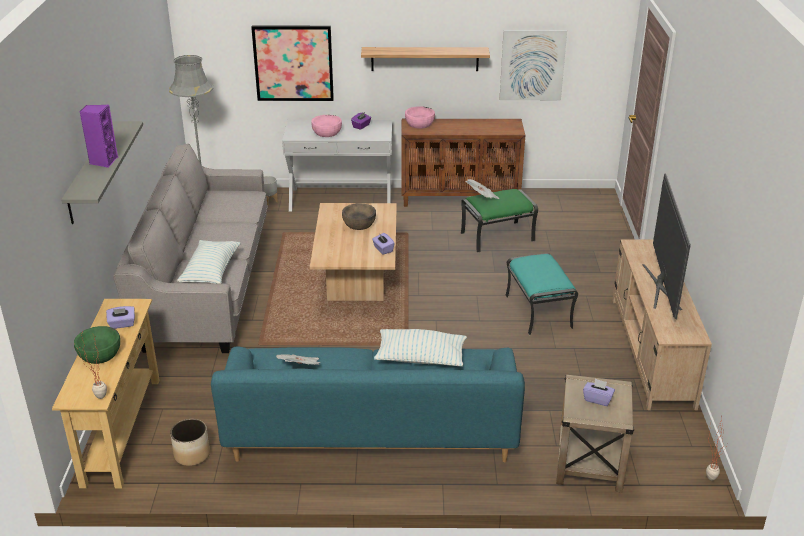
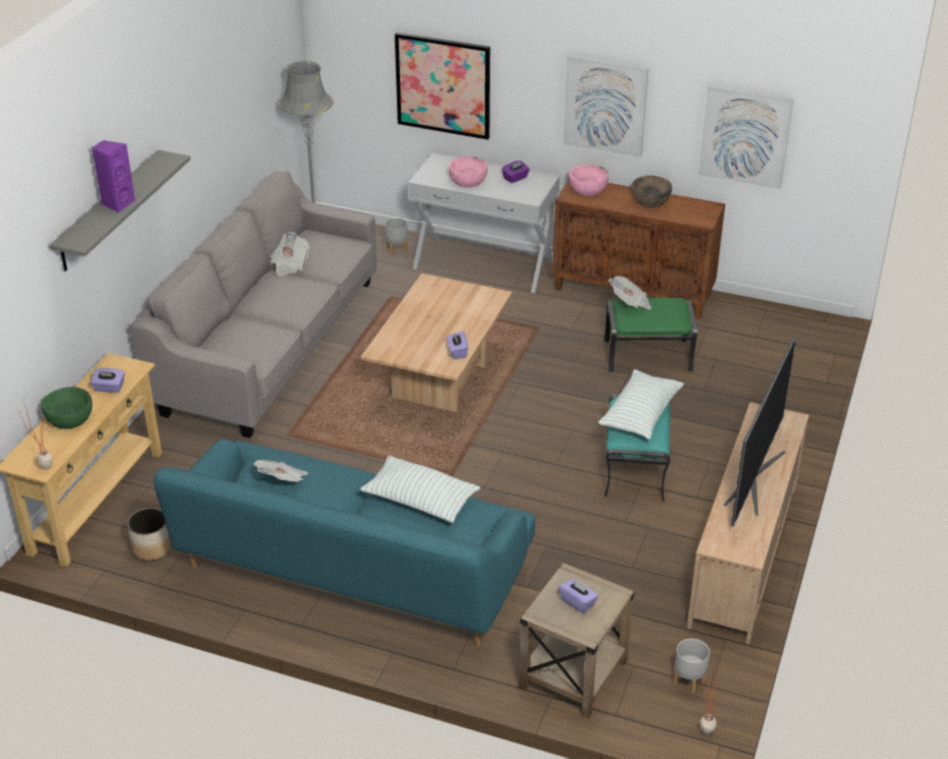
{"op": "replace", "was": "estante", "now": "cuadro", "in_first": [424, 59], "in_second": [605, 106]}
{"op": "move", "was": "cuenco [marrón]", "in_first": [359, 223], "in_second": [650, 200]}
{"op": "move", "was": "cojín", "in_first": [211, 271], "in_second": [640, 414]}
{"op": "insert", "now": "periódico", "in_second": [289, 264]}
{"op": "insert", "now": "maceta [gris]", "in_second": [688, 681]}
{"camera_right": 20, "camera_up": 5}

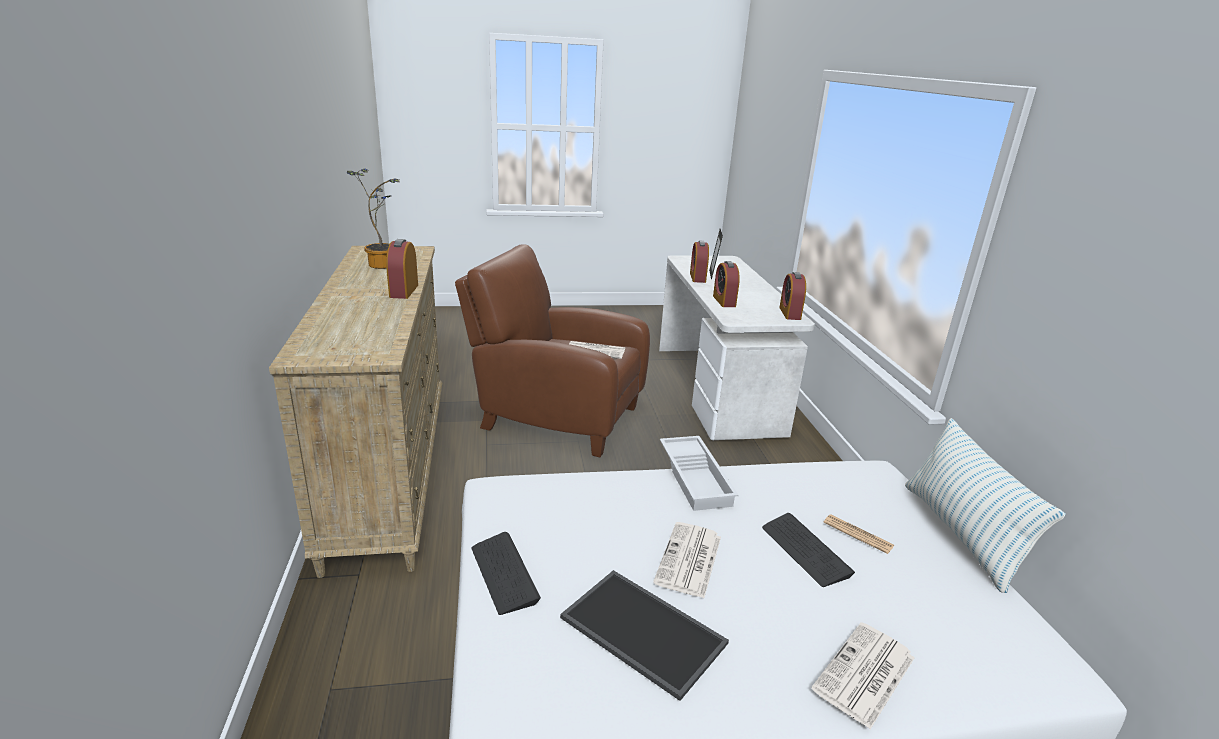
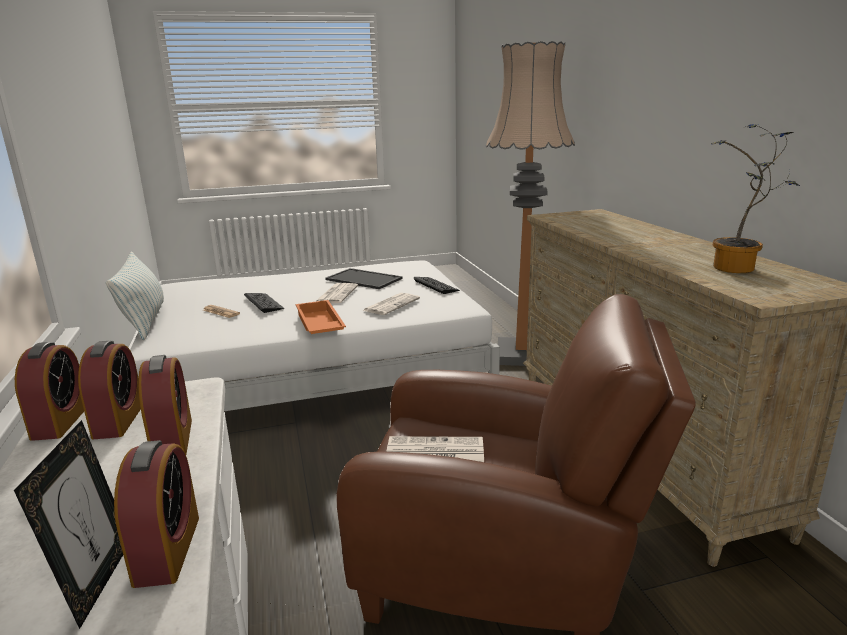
{"op": "move", "was": "despertador", "in_first": [404, 291], "in_second": [119, 420]}
{"op": "recolor", "was": "bandeja [blanco]", "now": "bandeja [naranja]", "in_first": [697, 478], "in_second": [318, 325]}
{"op": "move", "was": "periódico", "in_first": [864, 675], "in_second": [391, 304]}
{"op": "insert", "now": "lámpara de pie", "in_second": [522, 355]}
{"camera_right": 175, "camera_up": -5}

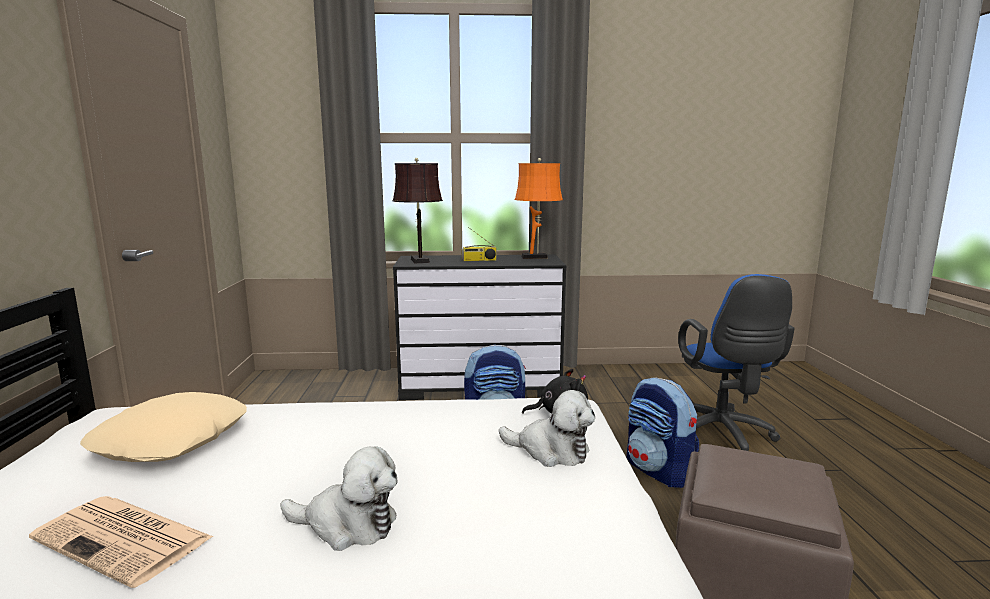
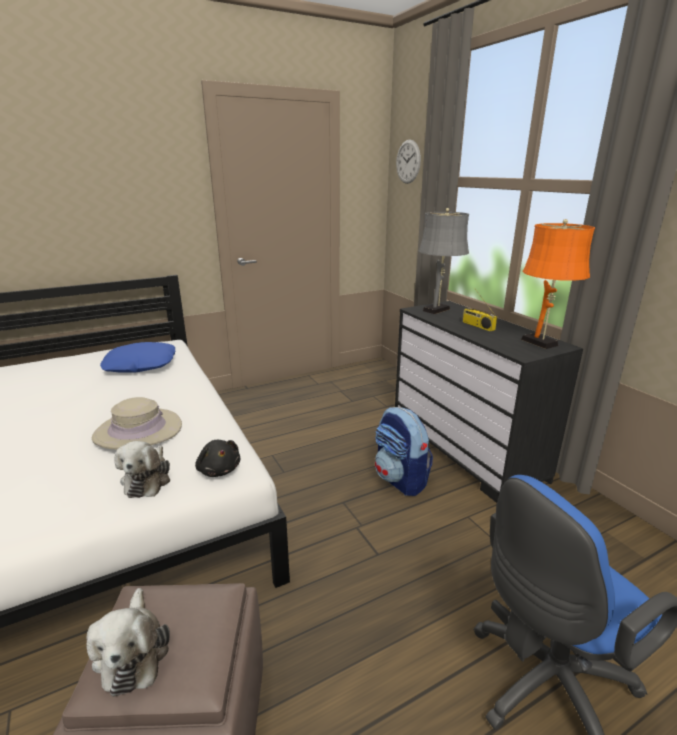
{"op": "recolor", "was": "lámpara de mesa [marrón]", "now": "lámpara de mesa [gris]", "in_first": [419, 260], "in_second": [438, 309]}
{"op": "delete", "was": "mochila", "in_first": [659, 471]}
{"op": "recolor", "was": "cojín [beis]", "now": "cojín [azul]", "in_first": [172, 440], "in_second": [140, 365]}
{"op": "move", "was": "peluche", "in_first": [347, 525], "in_second": [133, 652]}
{"op": "delete", "was": "periódico", "in_first": [125, 539]}
{"op": "insert", "now": "reloj de pared", "in_second": [408, 162]}
{"op": "insert", "now": "sombrero [beis]", "in_second": [138, 431]}
{"camera_right": 65, "camera_up": 10}

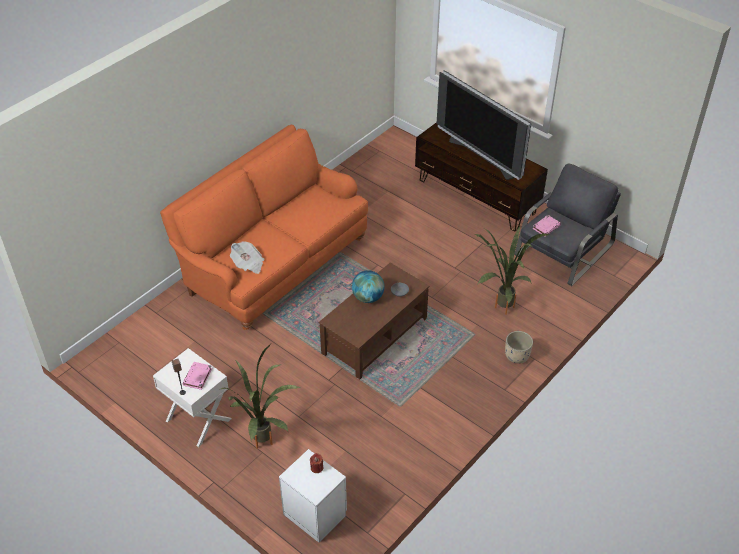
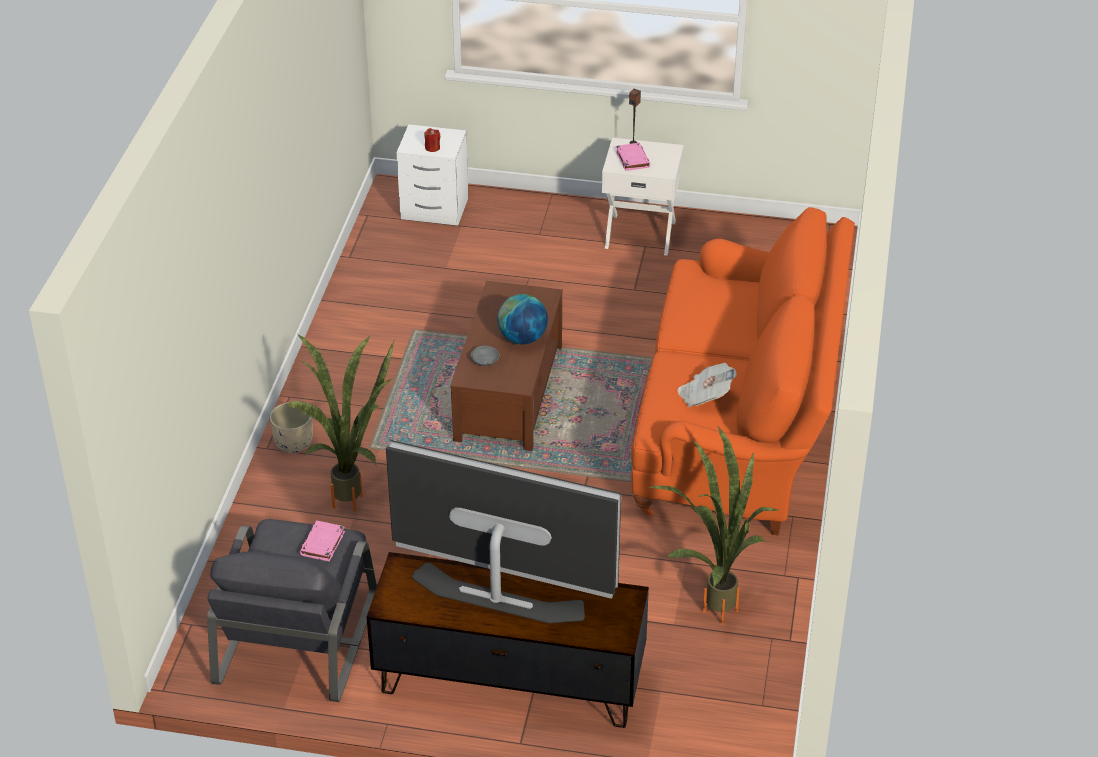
{"op": "move", "was": "periódico", "in_first": [248, 264], "in_second": [705, 396]}
{"op": "move", "was": "planta en maceta", "in_first": [262, 446], "in_second": [714, 604]}
{"camera_right": 150, "camera_up": -5}

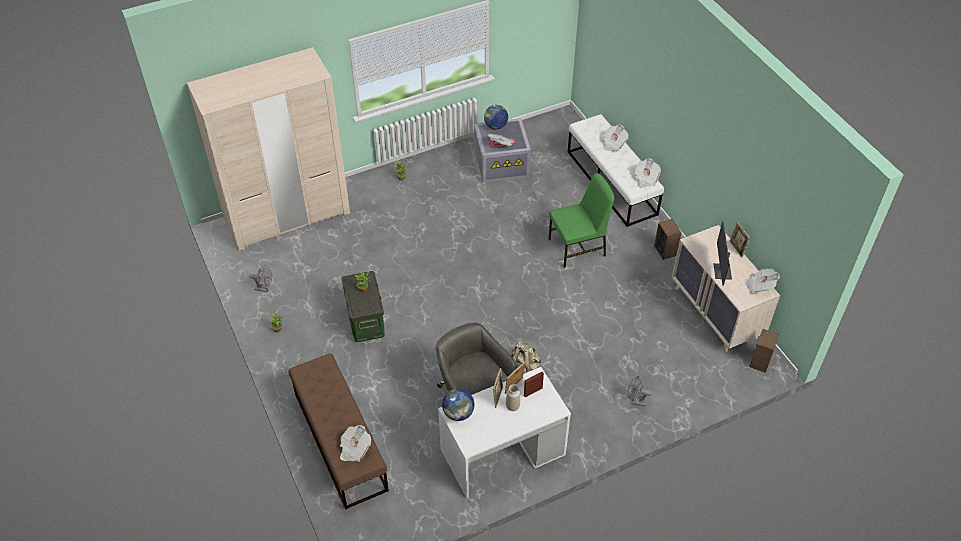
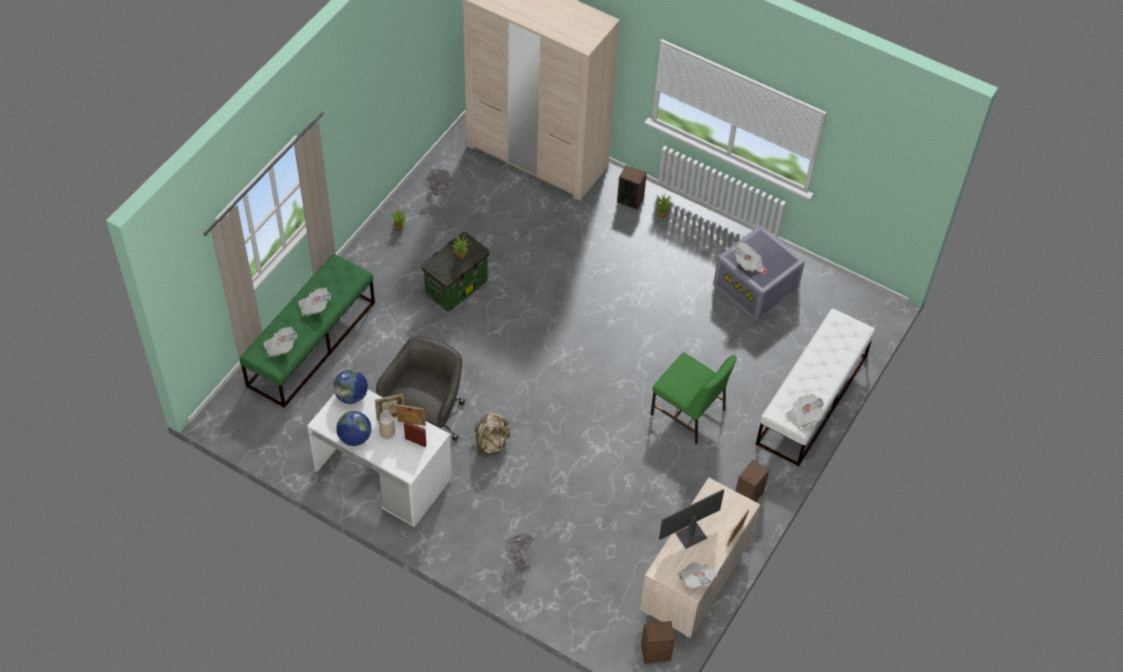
{"op": "move", "was": "globo terráqueo", "in_first": [495, 126], "in_second": [355, 437]}
{"op": "move", "was": "periódico", "in_first": [613, 144], "in_second": [314, 307]}
{"op": "recolor", "was": "banco [marrón]", "now": "banco [verde]", "in_first": [340, 440], "in_second": [312, 343]}
{"op": "insert", "now": "altavoz", "in_second": [630, 200]}
{"camera_right": 55, "camera_up": 5}

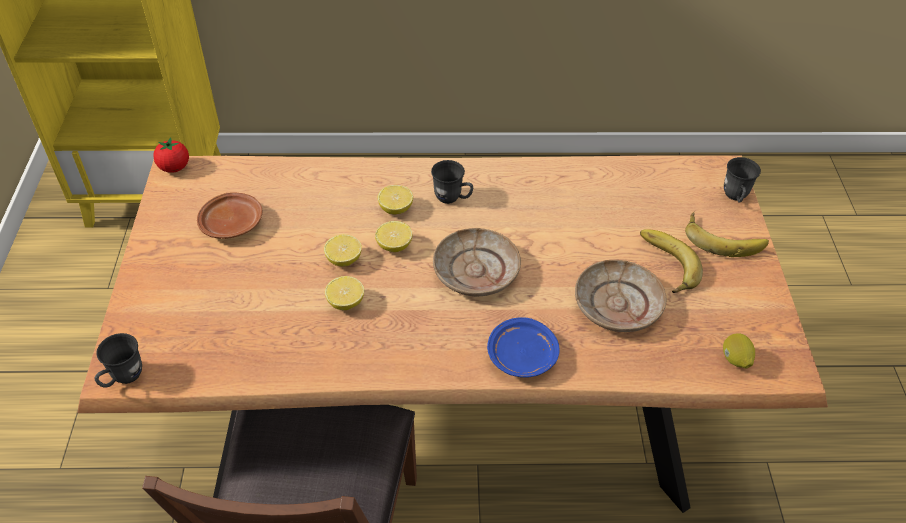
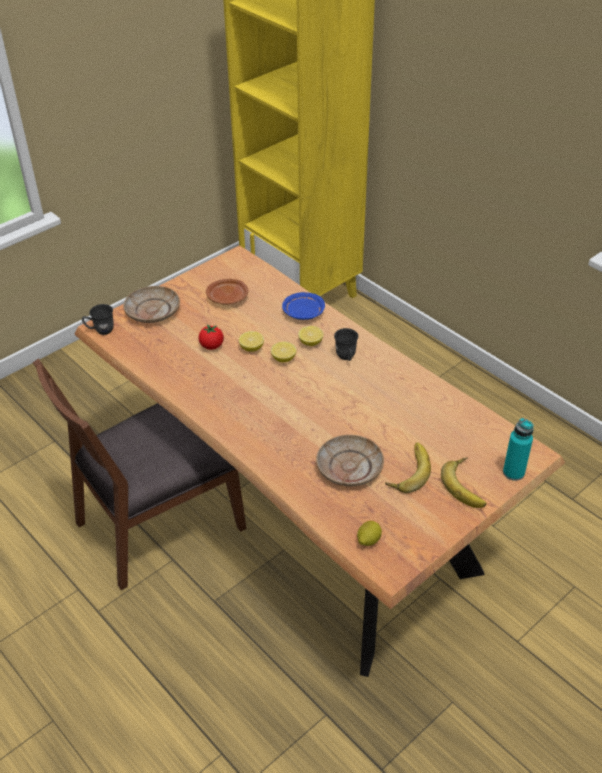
{"op": "move", "was": "tomate", "in_first": [174, 167], "in_second": [211, 346]}
{"op": "replace", "was": "taza grande [gris]", "now": "botella [turquesa]", "in_first": [735, 197], "in_second": [513, 472]}
{"op": "move", "was": "plato [beis]", "in_first": [476, 271], "in_second": [152, 311]}
{"op": "delete", "was": "limón", "in_first": [345, 302]}
{"op": "move", "was": "plato [azul]", "in_first": [522, 356], "in_second": [303, 312]}
{"camera_right": 50, "camera_up": -5}

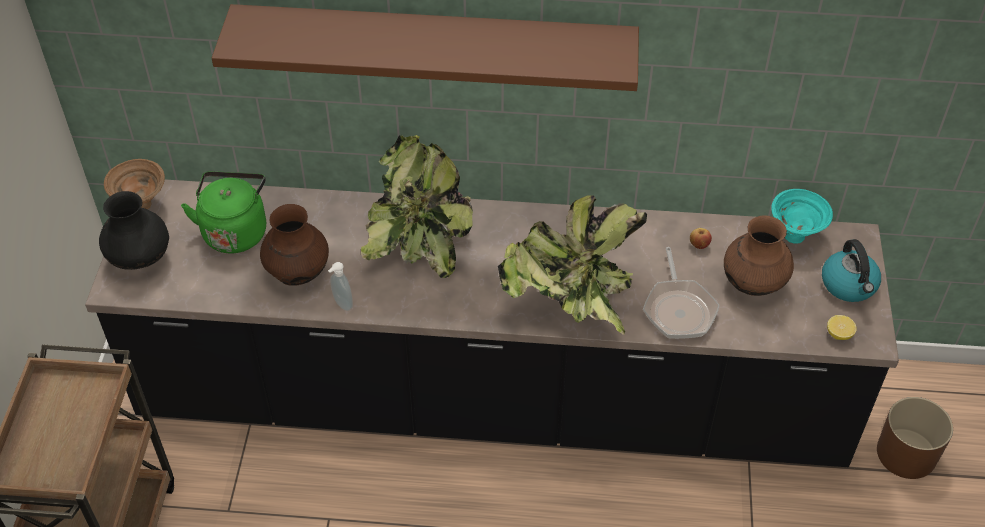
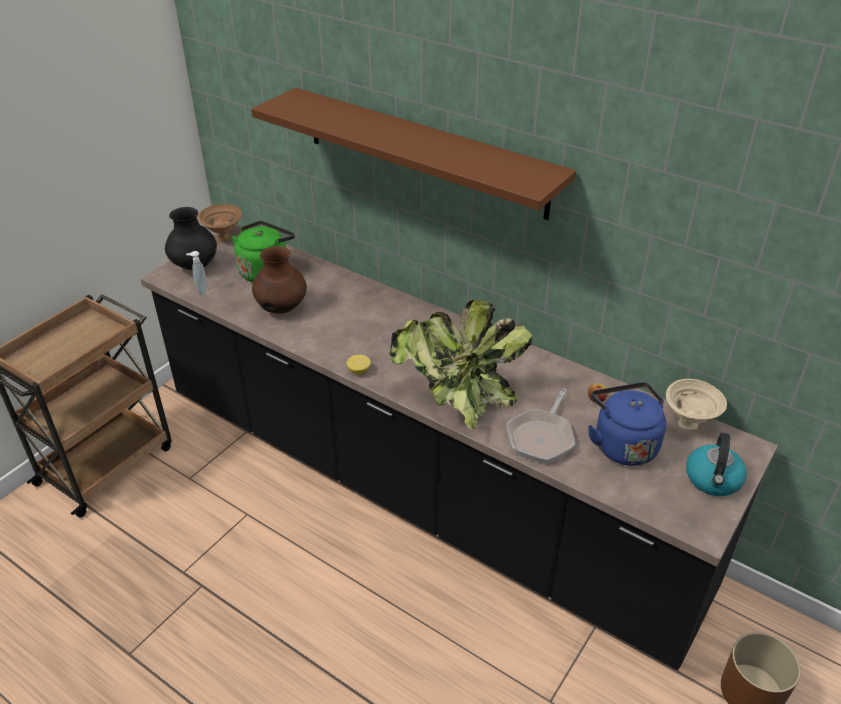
{"op": "delete", "was": "planta en maceta", "in_first": [419, 238]}
{"op": "recolor", "was": "cuenco [turquesa]", "now": "cuenco [beis]", "in_first": [795, 235], "in_second": [689, 424]}
{"op": "replace", "was": "florero [marrón]", "now": "hervidor [azul]", "in_first": [753, 283], "in_second": [622, 444]}
{"op": "move", "was": "dispensador de jabón", "in_first": [341, 304], "in_second": [201, 290]}
{"op": "move", "was": "limón", "in_first": [839, 334], "in_second": [359, 371]}
{"camera_right": 30, "camera_up": -10}

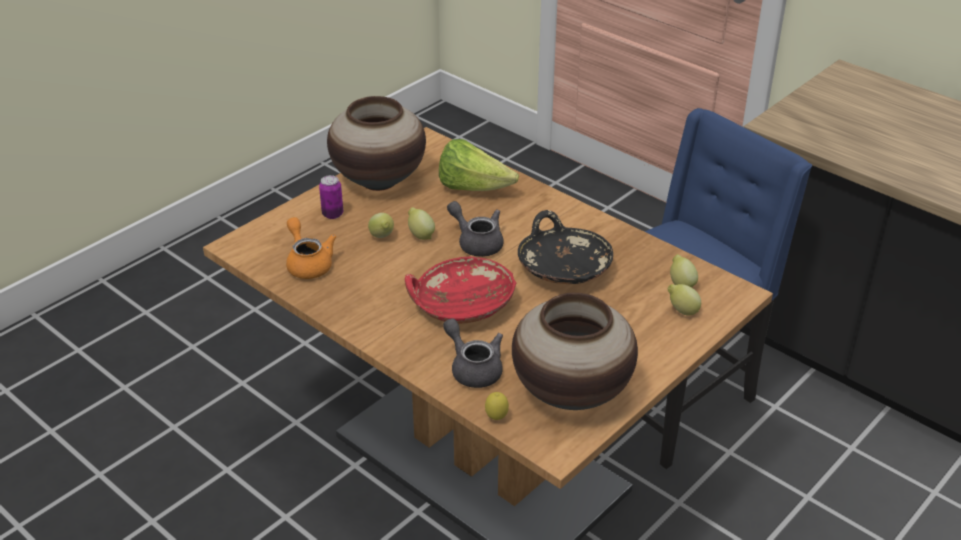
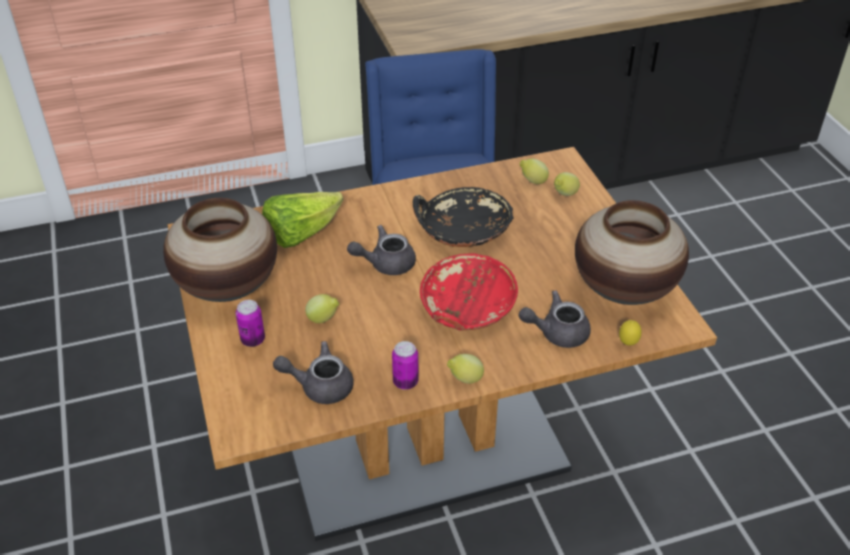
{"op": "move", "was": "limón", "in_first": [420, 235], "in_second": [464, 379]}
{"op": "recolor", "was": "tetera [naranja]", "now": "tetera [gris]", "in_first": [308, 263], "in_second": [319, 386]}
{"op": "insert", "now": "lata", "in_second": [405, 382]}
{"camera_right": -60, "camera_up": 5}

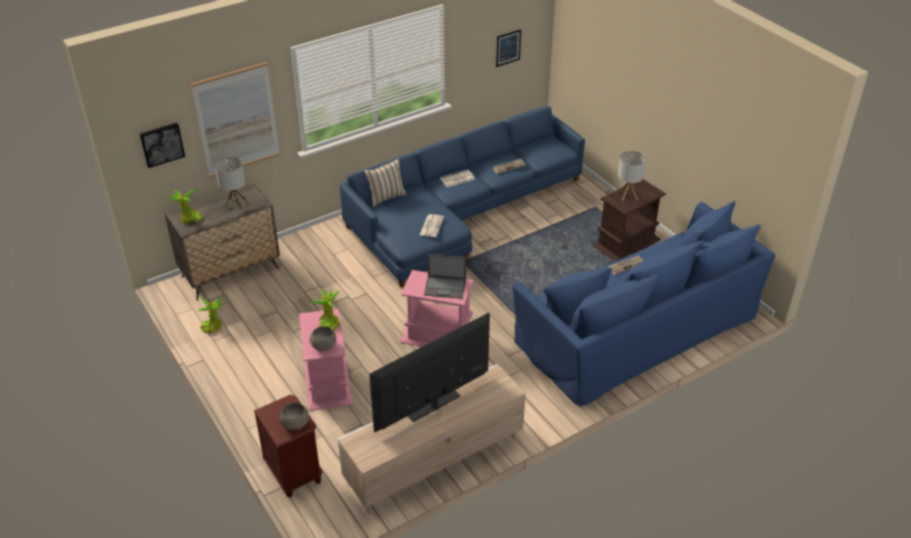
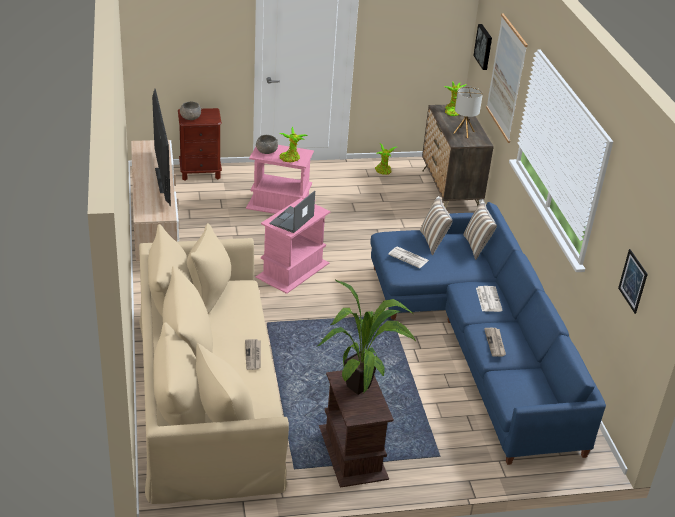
{"op": "replace", "was": "lámpara de mesa", "now": "planta en maceta", "in_first": [627, 195], "in_second": [361, 390]}
{"op": "recolor", "was": "sofá [azul]", "now": "sofá [beis]", "in_first": [636, 327], "in_second": [207, 394]}
{"op": "insert", "now": "cojín", "in_second": [433, 242]}
{"camera_right": 110, "camera_up": -5}

